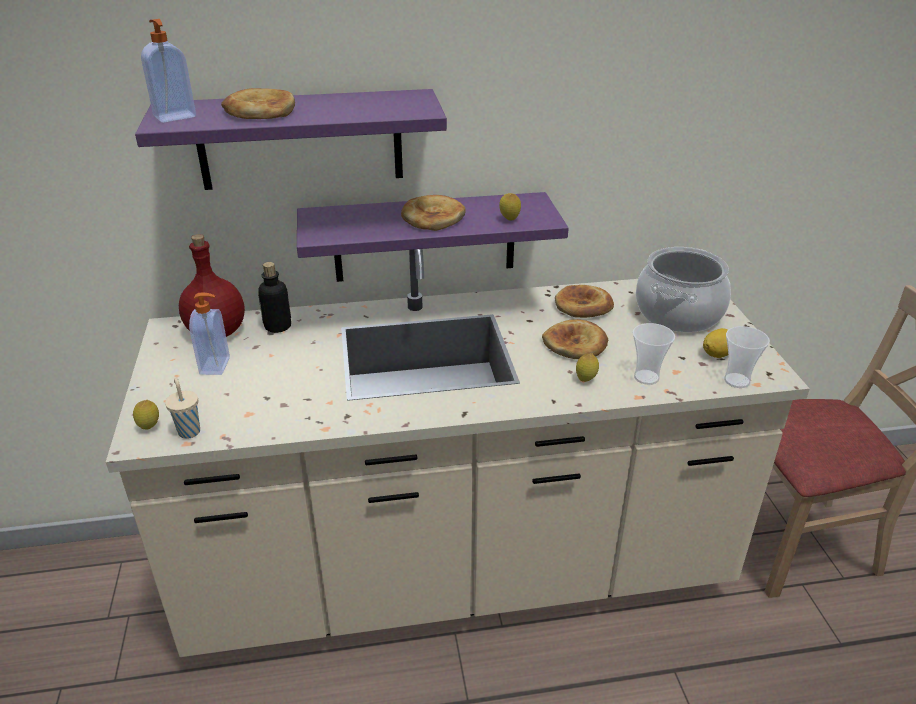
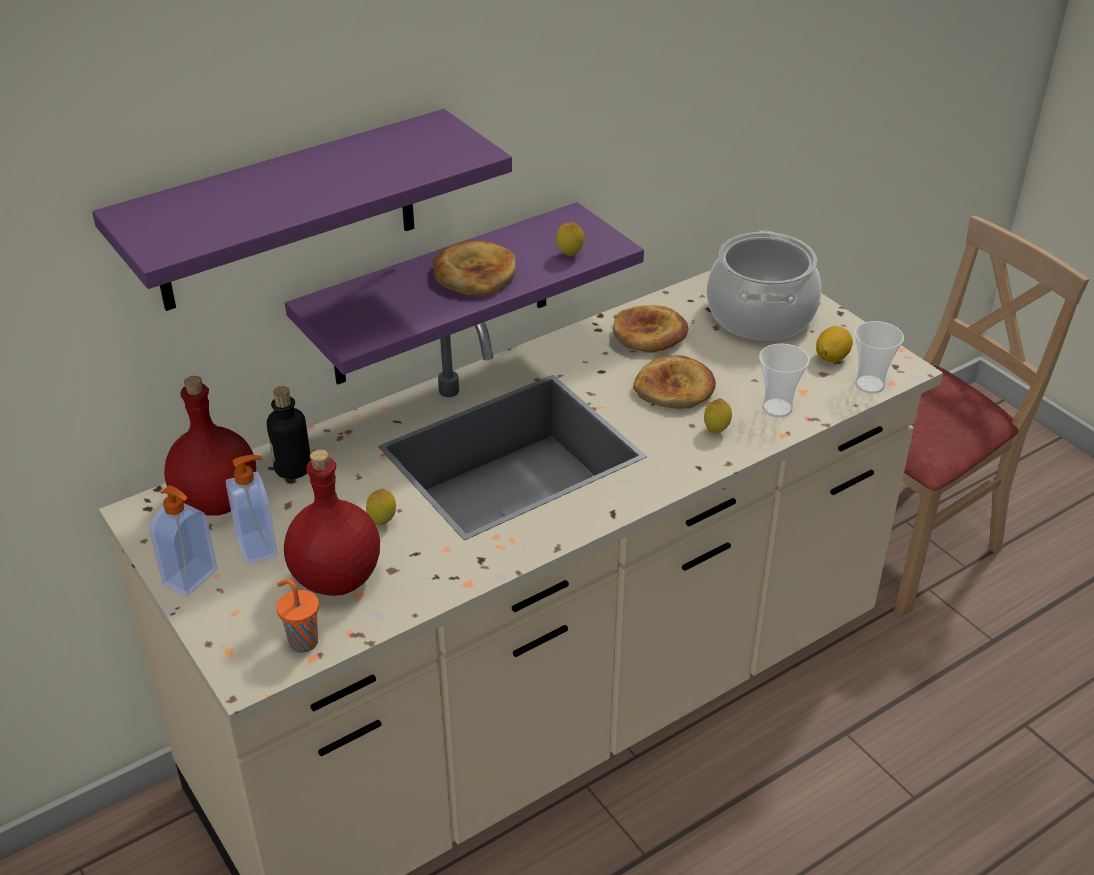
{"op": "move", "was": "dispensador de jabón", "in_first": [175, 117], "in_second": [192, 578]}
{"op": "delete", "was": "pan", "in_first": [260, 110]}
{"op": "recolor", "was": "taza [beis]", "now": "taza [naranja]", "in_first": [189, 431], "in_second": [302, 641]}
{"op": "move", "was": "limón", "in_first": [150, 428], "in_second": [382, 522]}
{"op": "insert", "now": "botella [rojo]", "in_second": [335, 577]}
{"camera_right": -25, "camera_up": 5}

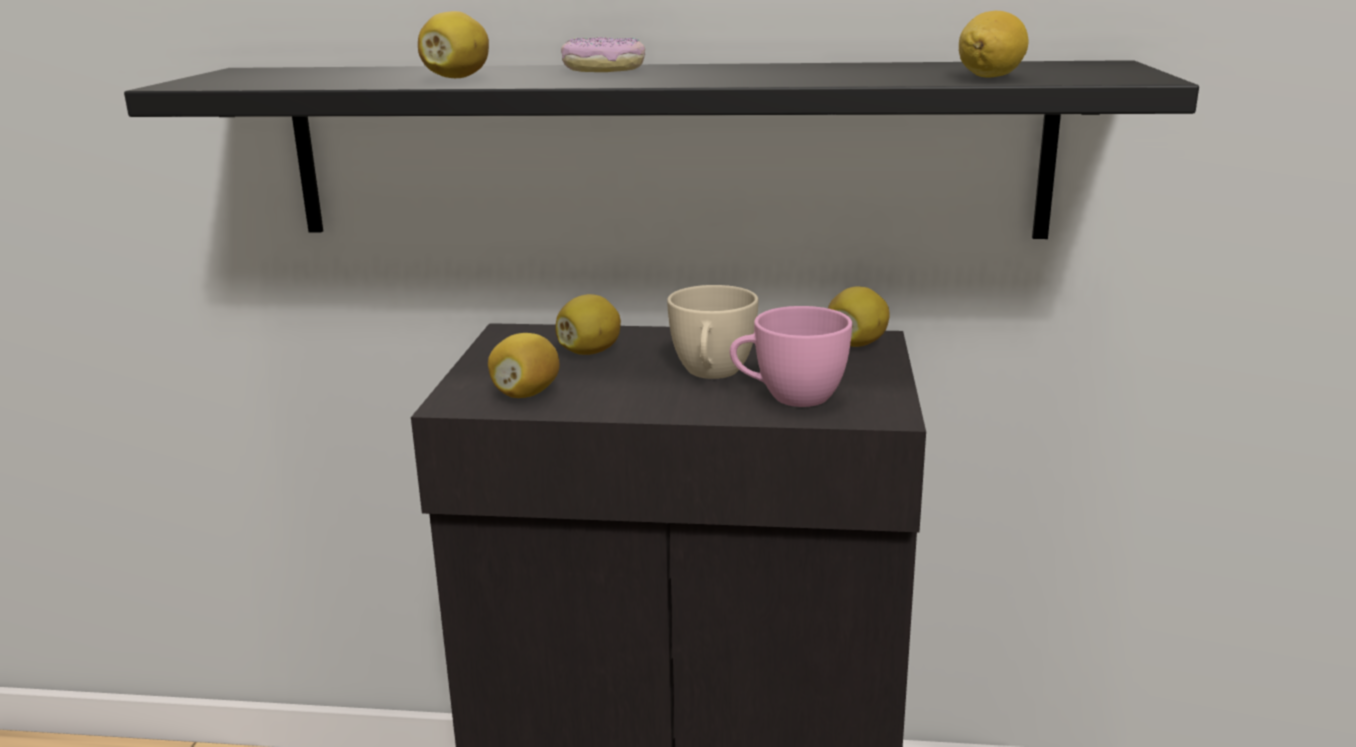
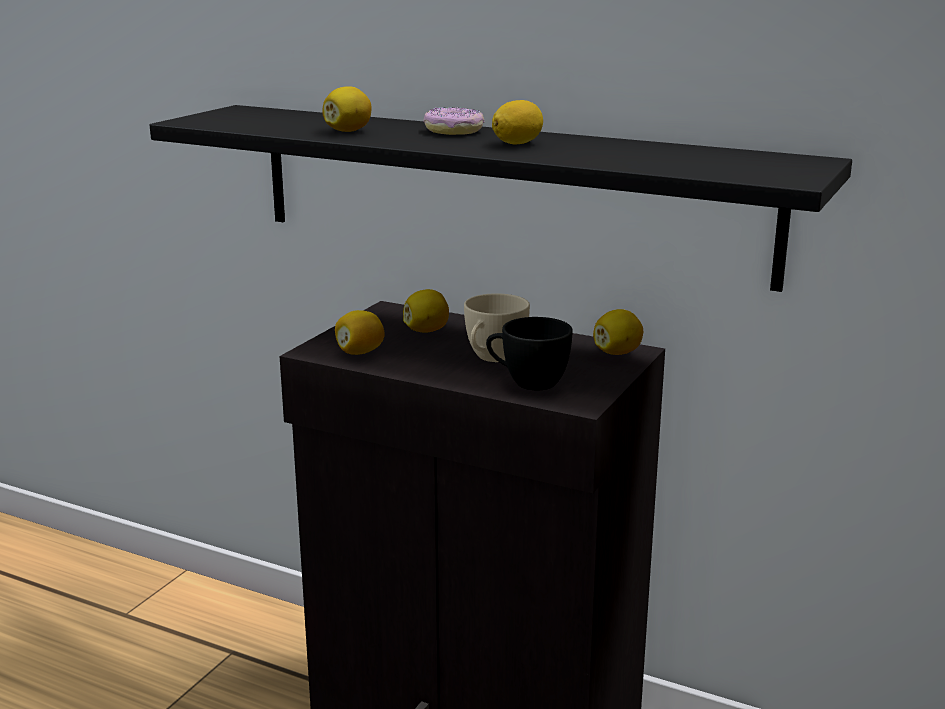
{"op": "move", "was": "limón", "in_first": [990, 76], "in_second": [517, 143]}
{"op": "recolor", "was": "taza [rosa]", "now": "taza [negro]", "in_first": [789, 397], "in_second": [527, 382]}
{"camera_right": 20, "camera_up": 0}

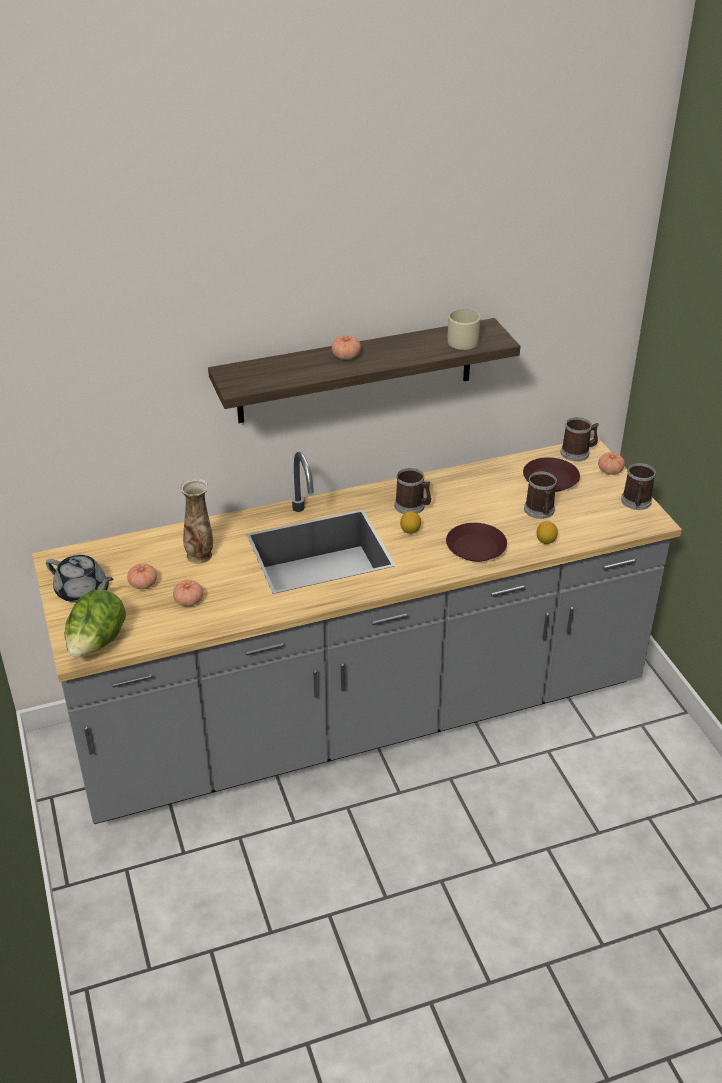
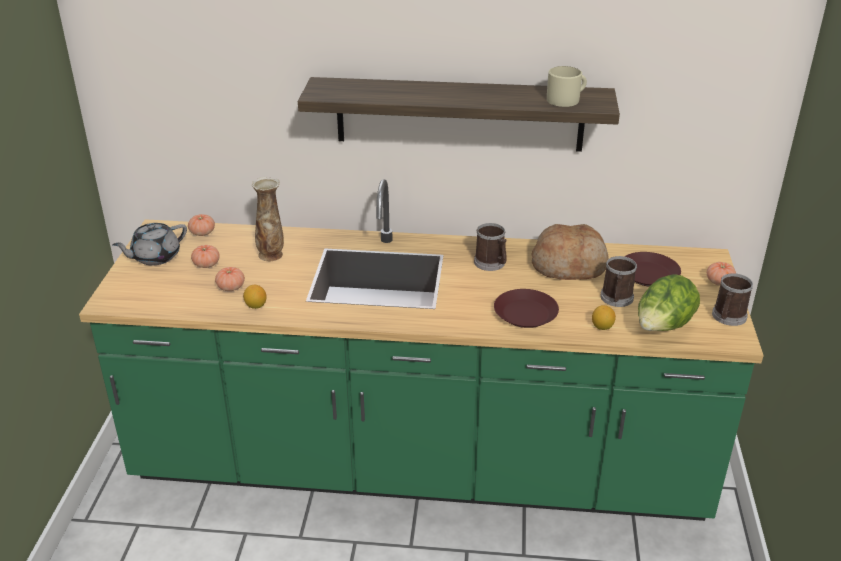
{"op": "move", "was": "tomate", "in_first": [346, 356], "in_second": [202, 233]}
{"op": "delete", "was": "taza grande", "in_first": [578, 453]}
{"op": "recolor", "was": "mueble bajo de cocina [gris]", "now": "mueble bajo de cocina [verde]", "in_first": [361, 715], "in_second": [420, 464]}
{"op": "move", "was": "limón", "in_first": [410, 531], "in_second": [256, 306]}
{"op": "rotate", "was": "tetera [gris]", "in_first": [82, 591], "in_second": [155, 257], "clockwise": 90}
{"op": "move", "was": "lechuga", "in_first": [97, 644], "in_second": [663, 327]}
{"op": "insert", "now": "pan", "in_second": [569, 265]}
{"camera_right": 25, "camera_up": -5}

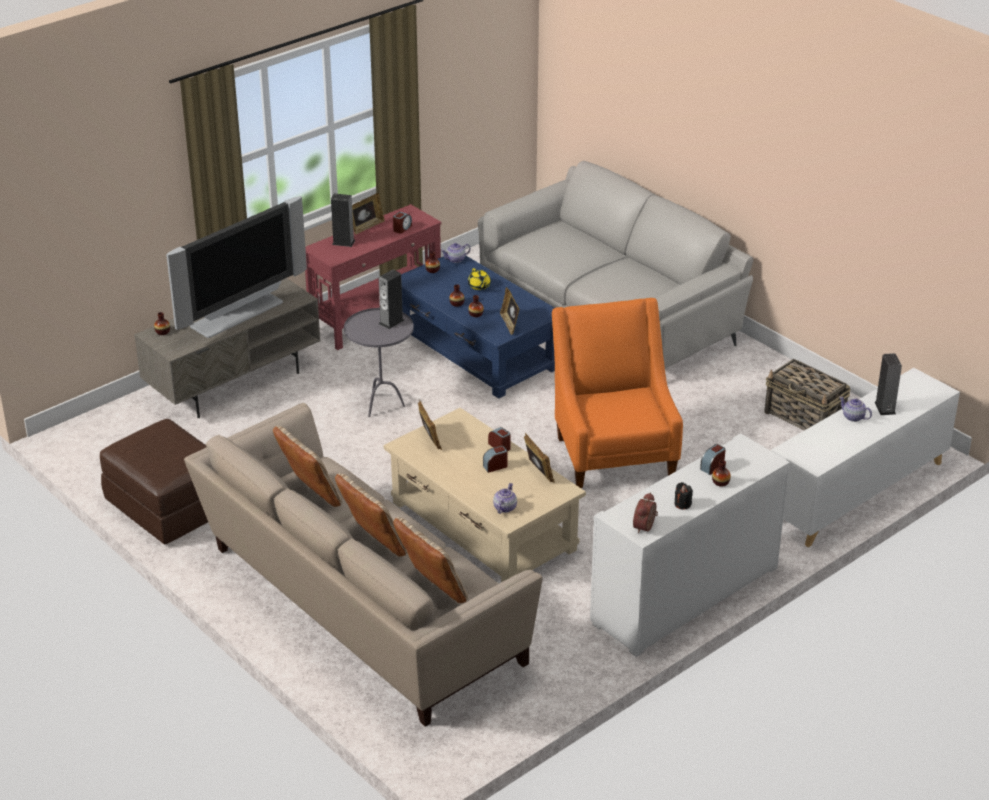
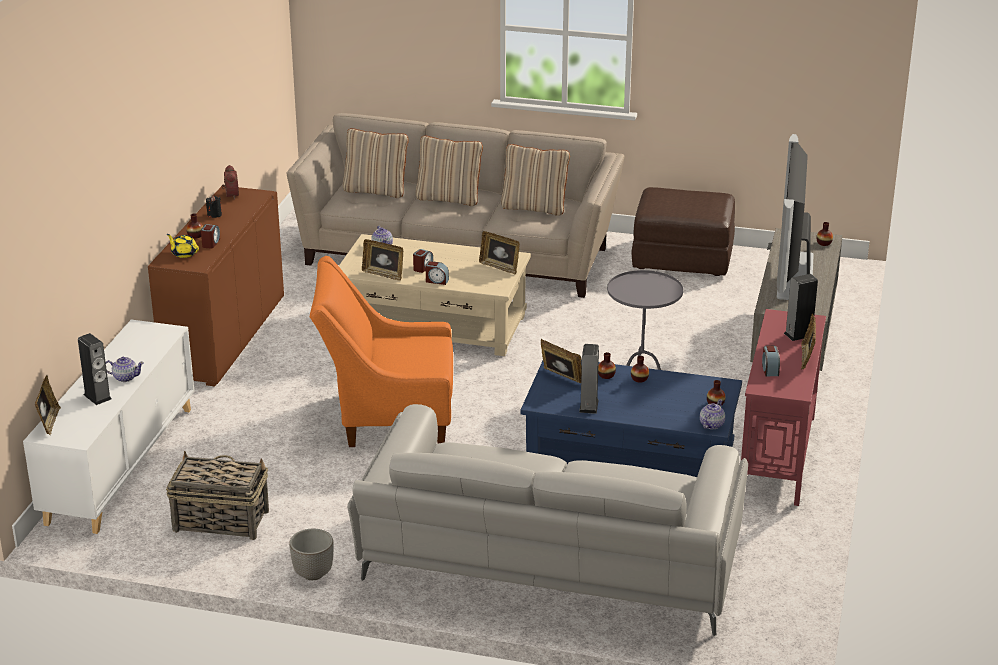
{"op": "move", "was": "tetera [amarillo]", "in_first": [479, 286], "in_second": [184, 253]}
{"op": "move", "was": "altavoz", "in_first": [391, 322], "in_second": [588, 406]}
{"op": "rotate", "was": "sillón [naranja]", "in_first": [613, 451], "in_second": [387, 417], "clockwise": 135}
{"op": "recolor", "was": "armario [blanco]", "now": "armario [marrón]", "in_first": [685, 595], "in_second": [224, 337]}
{"op": "insert", "now": "portarretratos", "in_second": [49, 422]}
{"op": "insert", "now": "maceta", "in_second": [312, 574]}
{"camera_right": 145, "camera_up": -5}

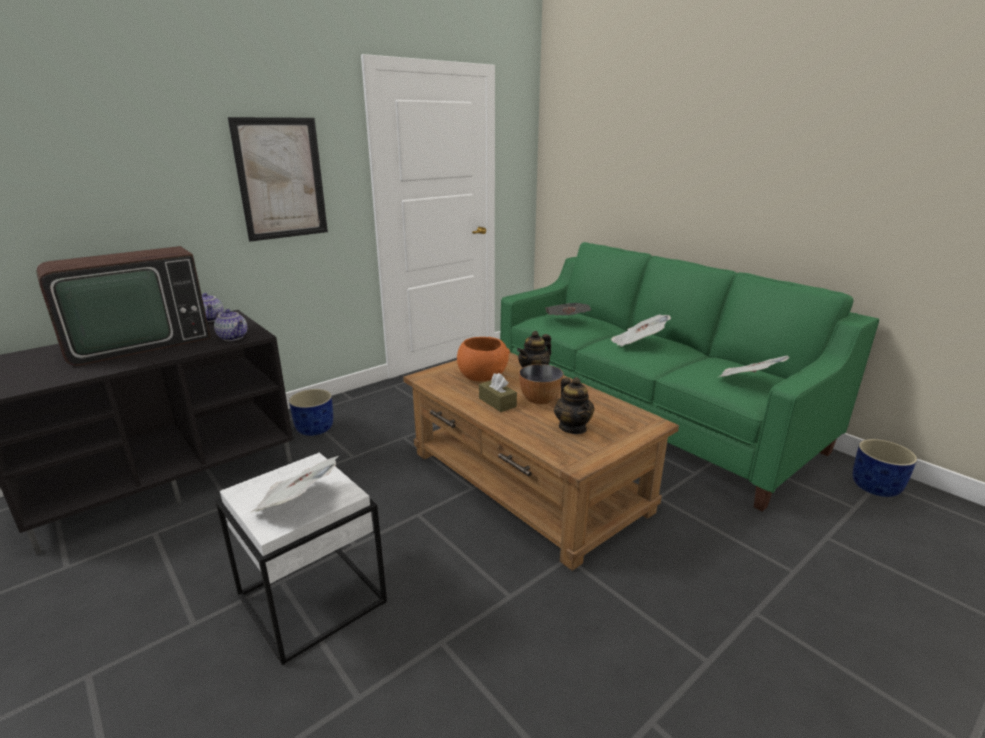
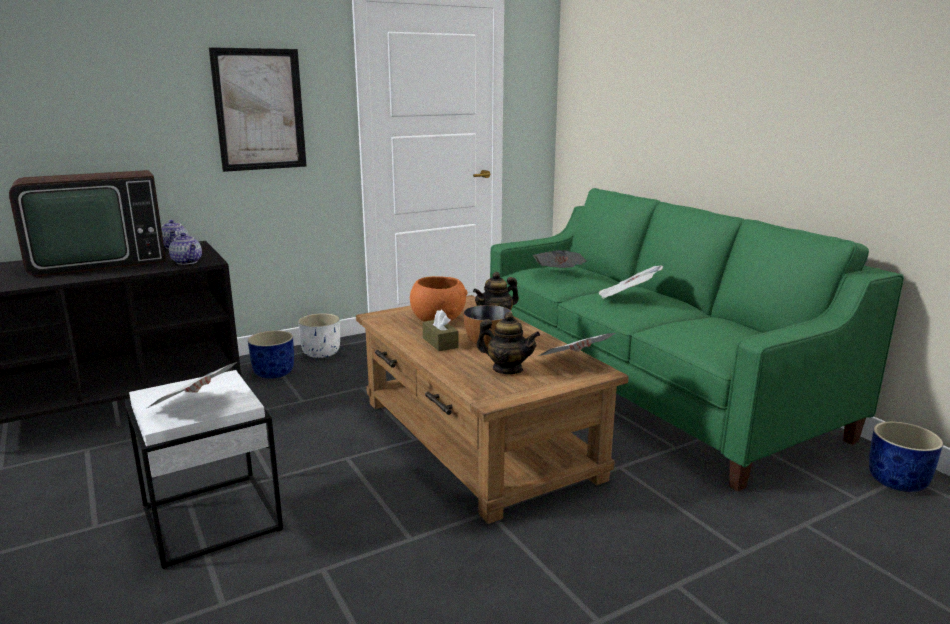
{"op": "move", "was": "periódico", "in_first": [748, 382], "in_second": [574, 364]}
{"op": "rotate", "was": "tetera", "in_first": [573, 427], "in_second": [507, 369], "clockwise": -60}
{"op": "insert", "now": "maceta [blanco]", "in_second": [321, 352]}
{"camera_right": 10, "camera_up": -5}

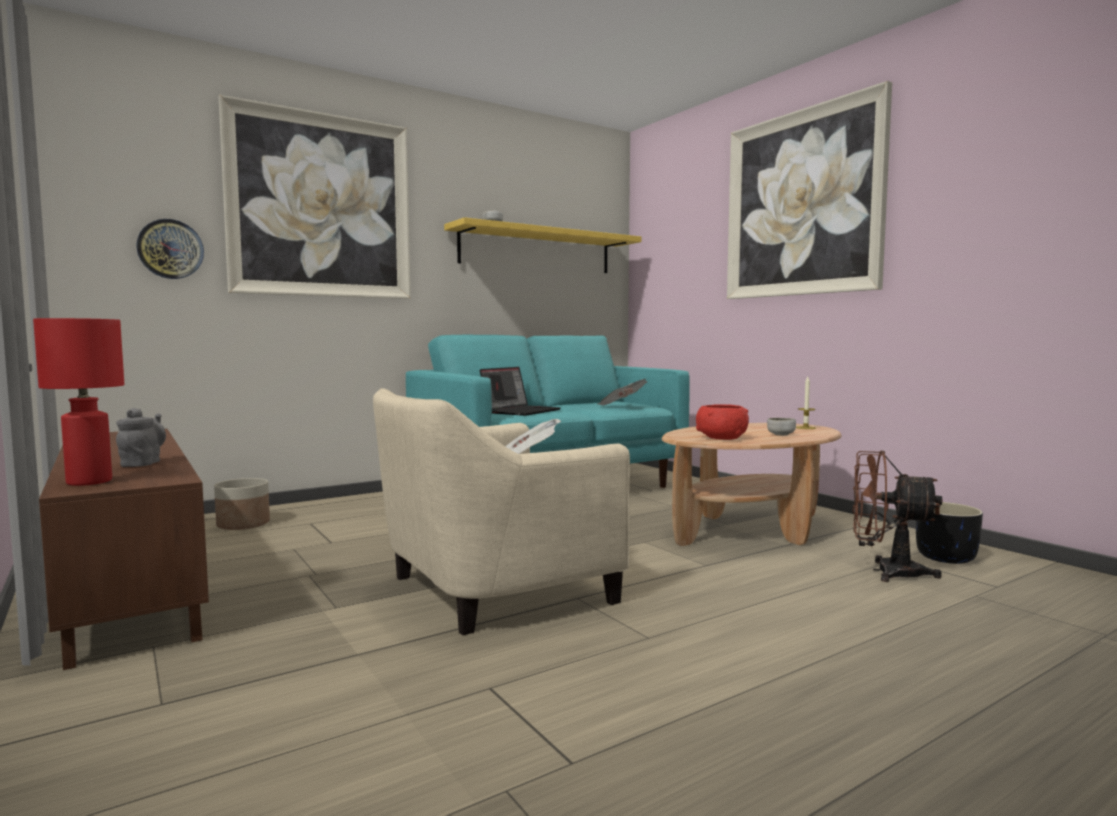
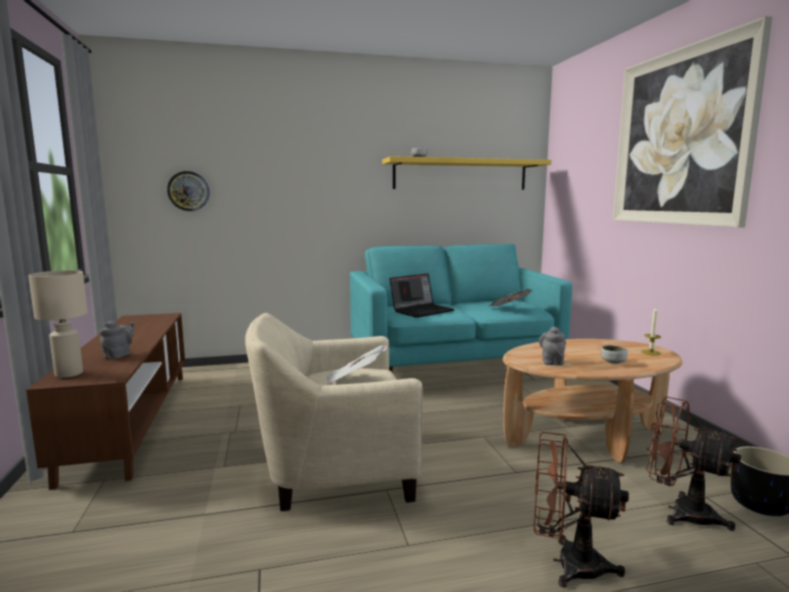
{"op": "delete", "was": "cuadro", "in_first": [321, 206]}
{"op": "recolor", "was": "lámpara de mesa [rojo]", "now": "lámpara de mesa [beis]", "in_first": [89, 482], "in_second": [68, 374]}
{"op": "replace", "was": "cuenco [rojo]", "now": "tetera [gris]", "in_first": [721, 438], "in_second": [552, 361]}
{"op": "delete", "was": "maceta", "in_first": [243, 524]}
{"op": "insert", "now": "ventilador [marrón]", "in_second": [567, 563]}
{"camera_right": 20, "camera_up": 5}

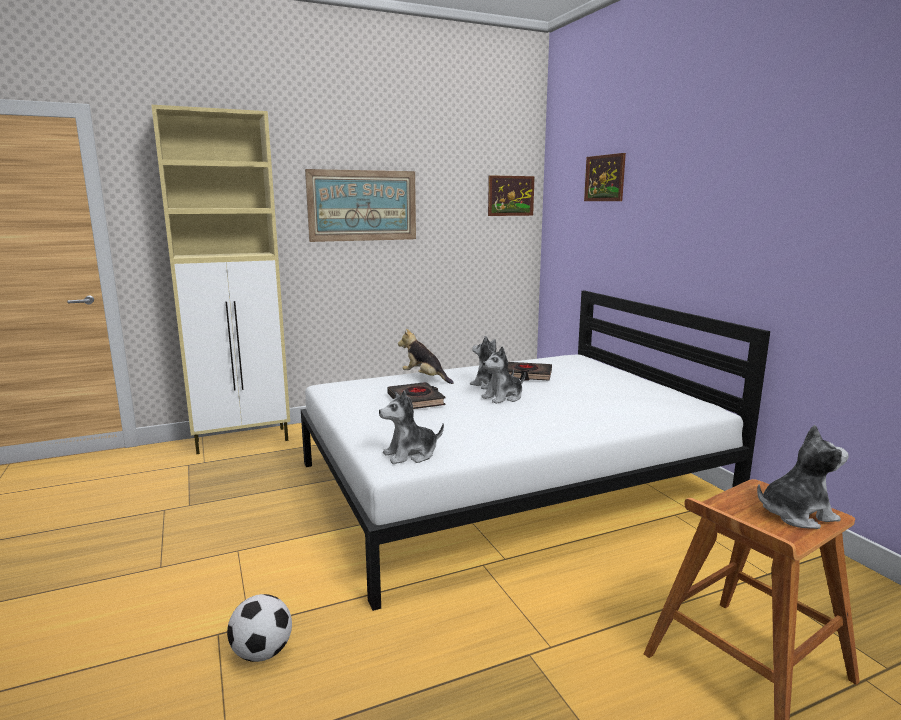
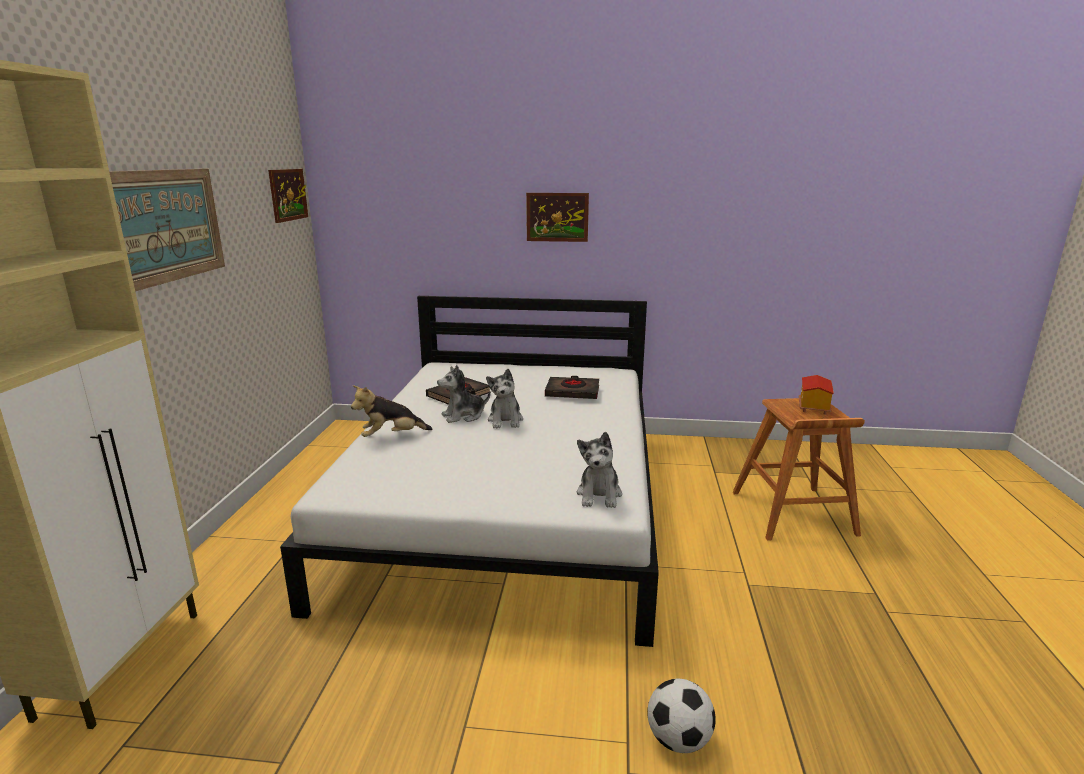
{"op": "move", "was": "cuadro", "in_first": [604, 178], "in_second": [557, 217]}
{"op": "move", "was": "libro [negro]", "in_first": [416, 400], "in_second": [572, 392]}
{"op": "replace", "was": "peluche", "now": "casita", "in_first": [795, 514], "in_second": [813, 407]}
{"camera_right": -60, "camera_up": 5}

